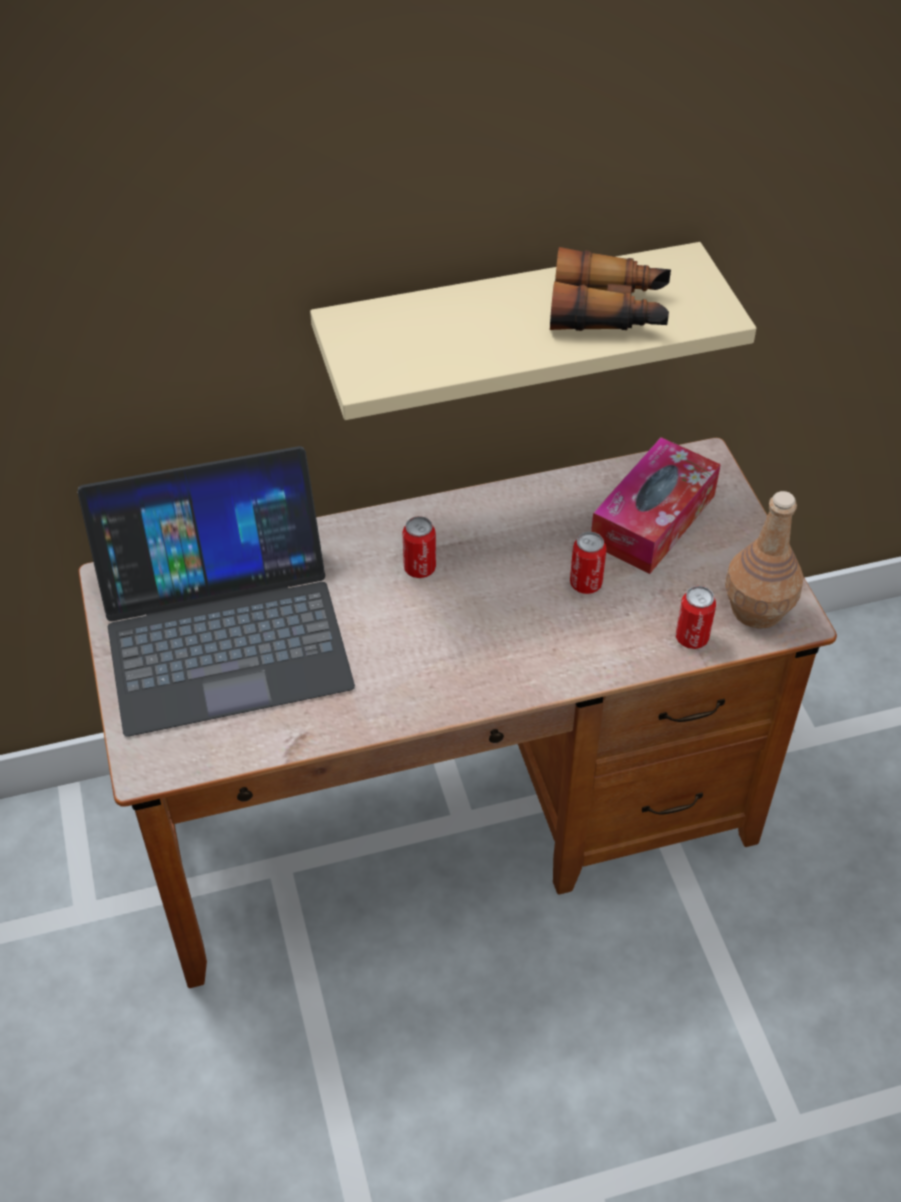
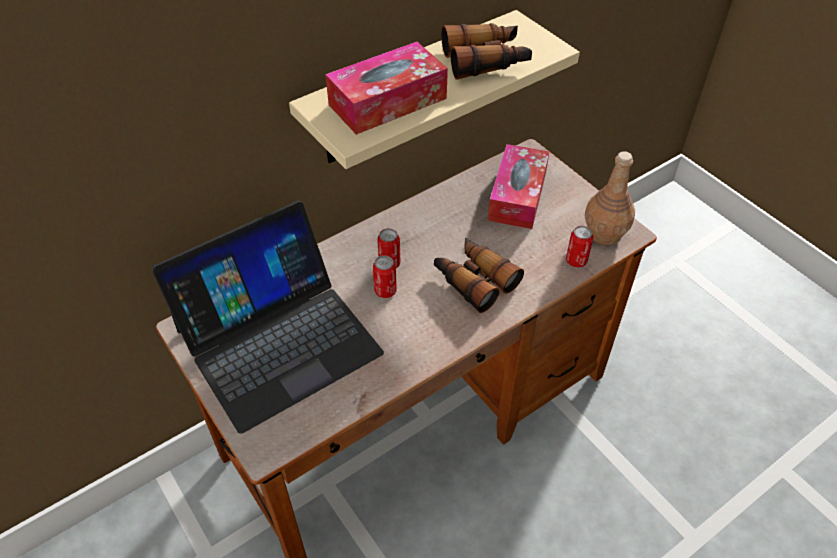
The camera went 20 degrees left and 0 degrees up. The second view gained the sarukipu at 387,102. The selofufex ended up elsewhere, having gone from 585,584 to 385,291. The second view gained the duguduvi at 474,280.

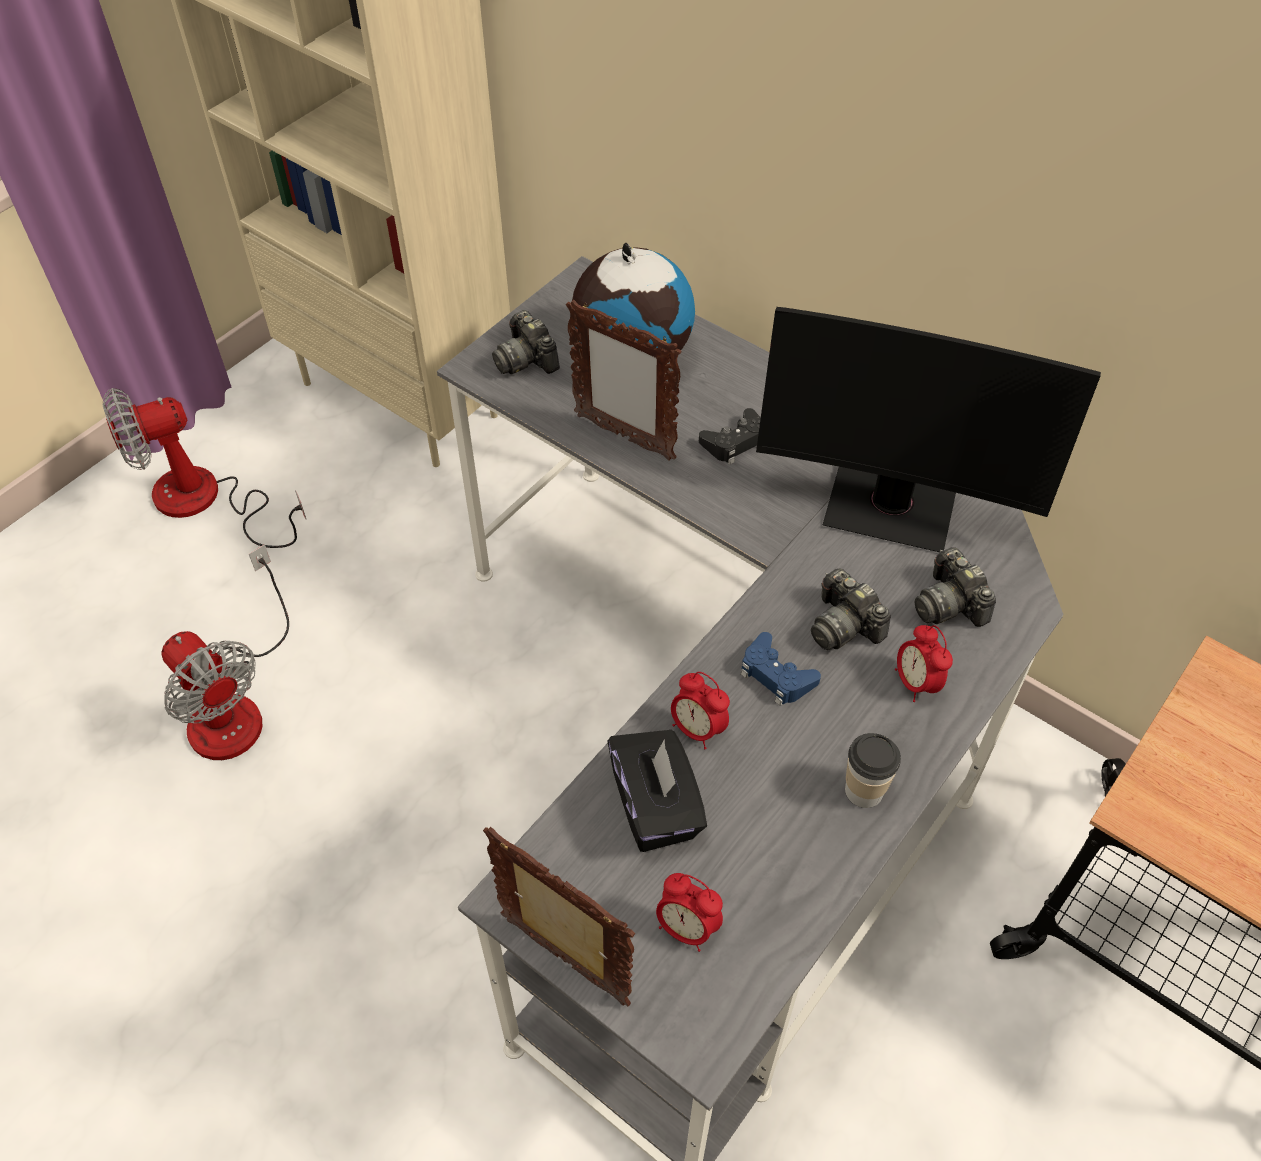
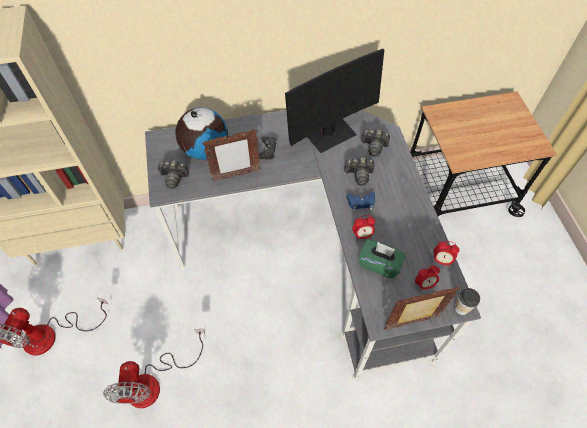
The camera went 50 degrees left and 5 degrees up. The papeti at 235,703 ended up facing another way, 90 degrees clockwise from before. What was the black_sarukipu at 656,806 turned into the green_sarukipu at 379,264. The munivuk ended up elsewhere, having gone from 916,682 to 441,260. The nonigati ended up elsewhere, having gone from 863,791 to 461,308.

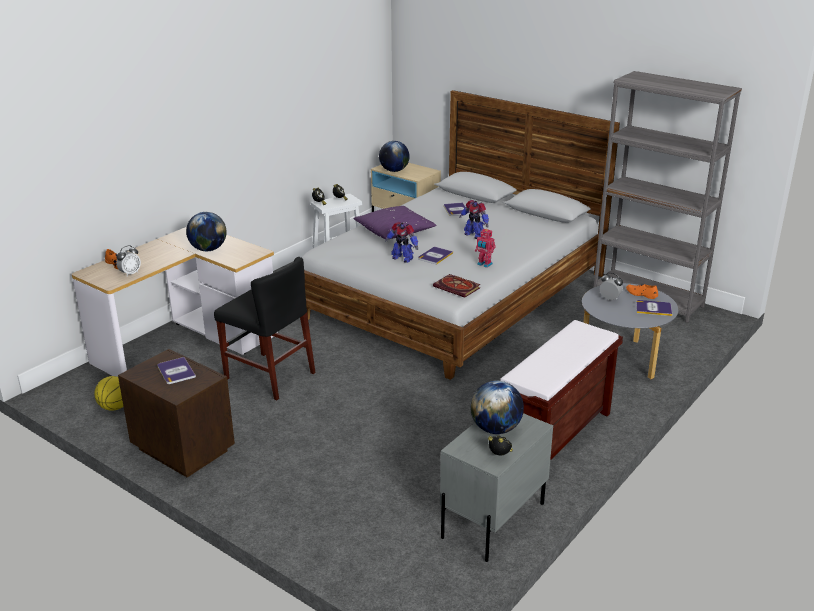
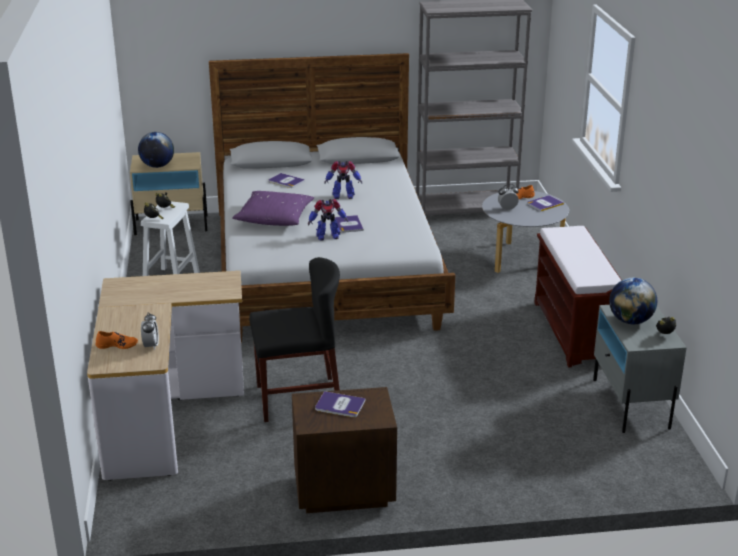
The camera went 45 degrees left and 0 degrees up. The second view lost the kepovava at 114,407. The second view lost the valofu at 208,249. The second view lost the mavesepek at 458,287. The second view lost the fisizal at 484,264.

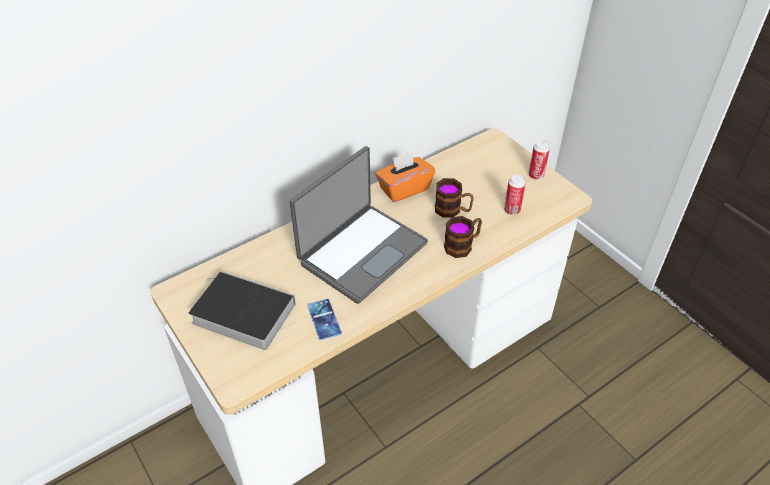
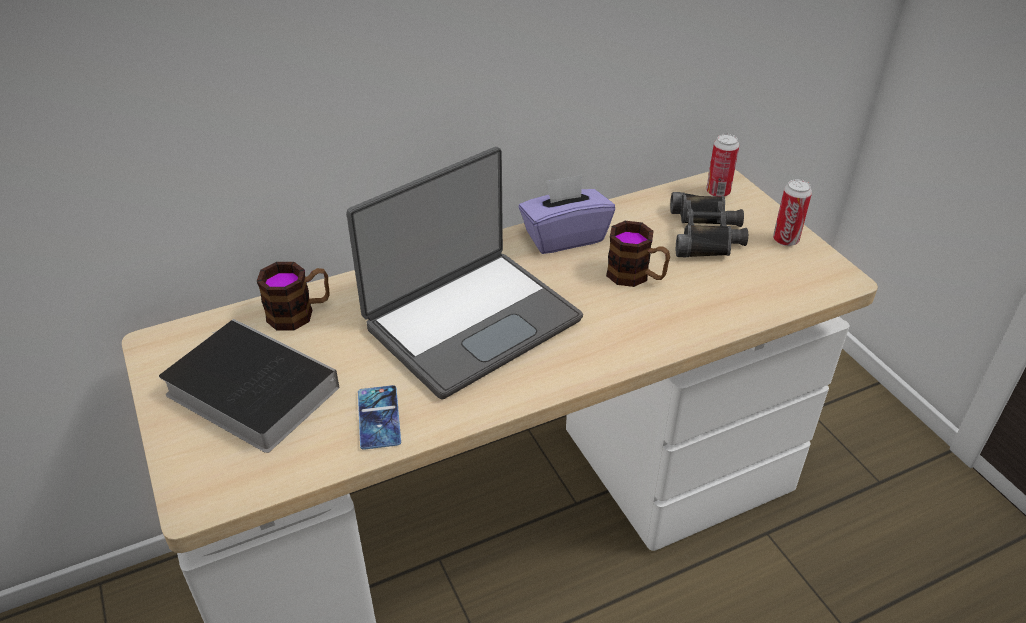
The camera went 10 degrees right and 5 degrees down. The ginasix ended up elsewhere, having gone from 462,245 to 300,313. What was the orange_sarukipu at 404,189 turned into the purple_sarukipu at 564,237. The second view gained the black_duguduvi at 706,233. The selofufex ended up elsewhere, having gone from 512,210 to 718,192.

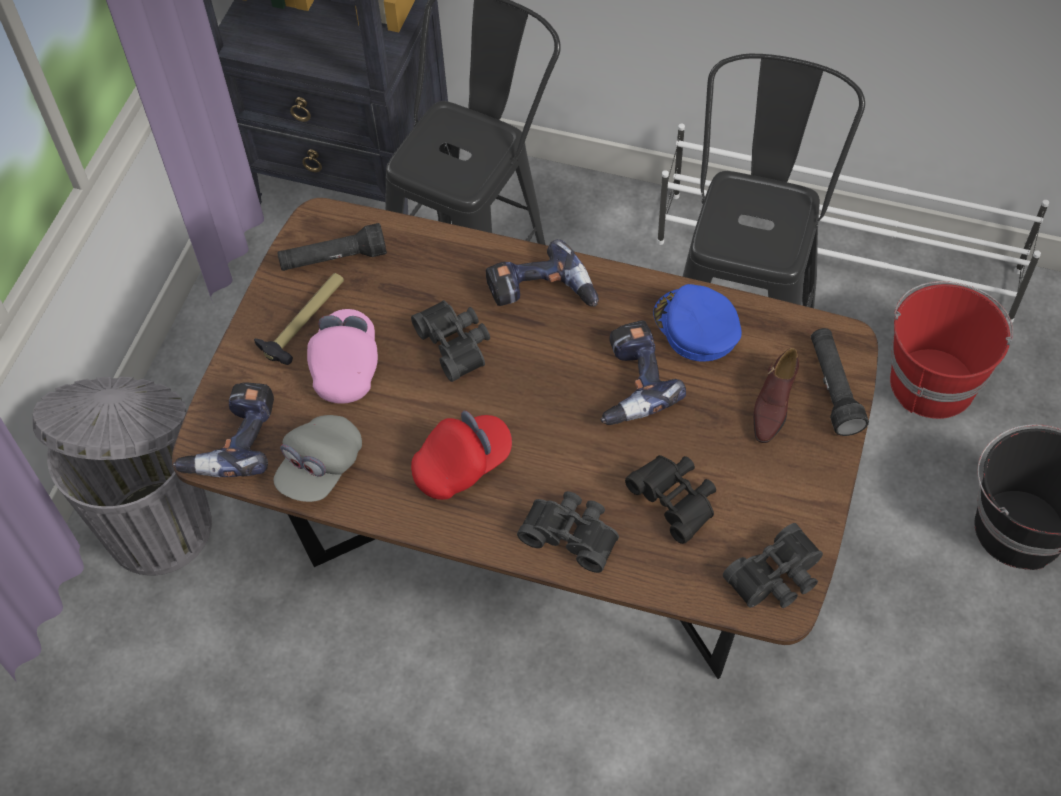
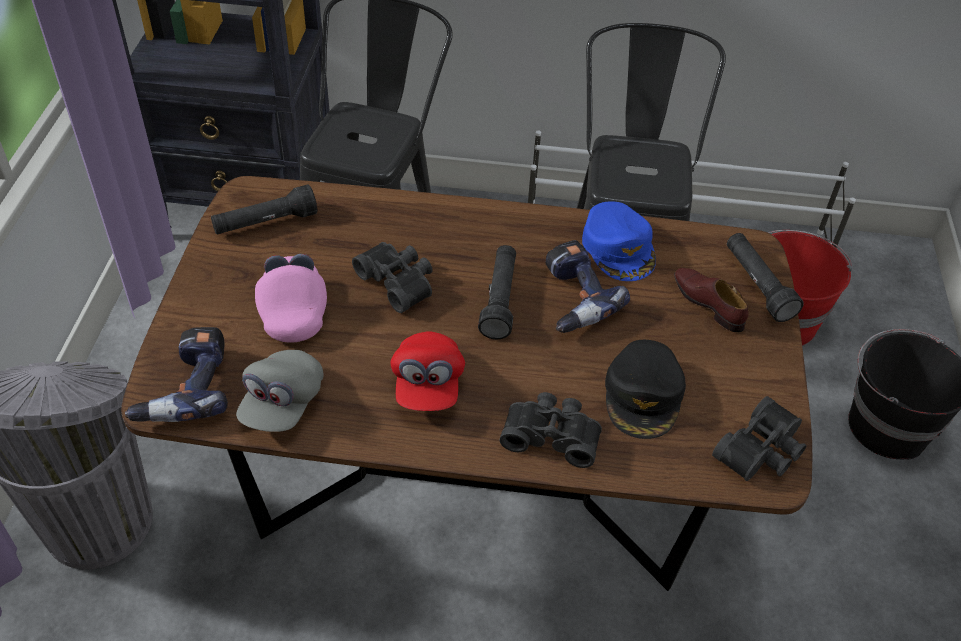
The camera went 15 degrees left and 10 degrees down. The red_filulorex at 462,465 ended up facing another way, 135 degrees clockwise from before. The second view gained the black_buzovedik at 500,300. The blue_filulorex at 696,327 ended up facing another way, 150 degrees counterclockwise from before. Where the black_duguduvi stood at 675,502, the black_filulorex came to stand at 644,395. The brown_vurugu at 773,405 ended up facing another way, 135 degrees clockwise from before. The second view lost the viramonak at 304,320. The second view lost the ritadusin at 541,294.

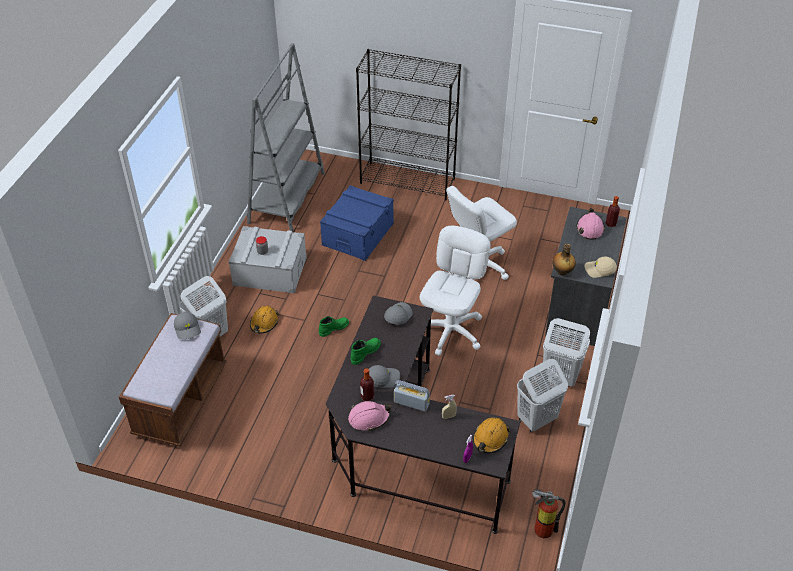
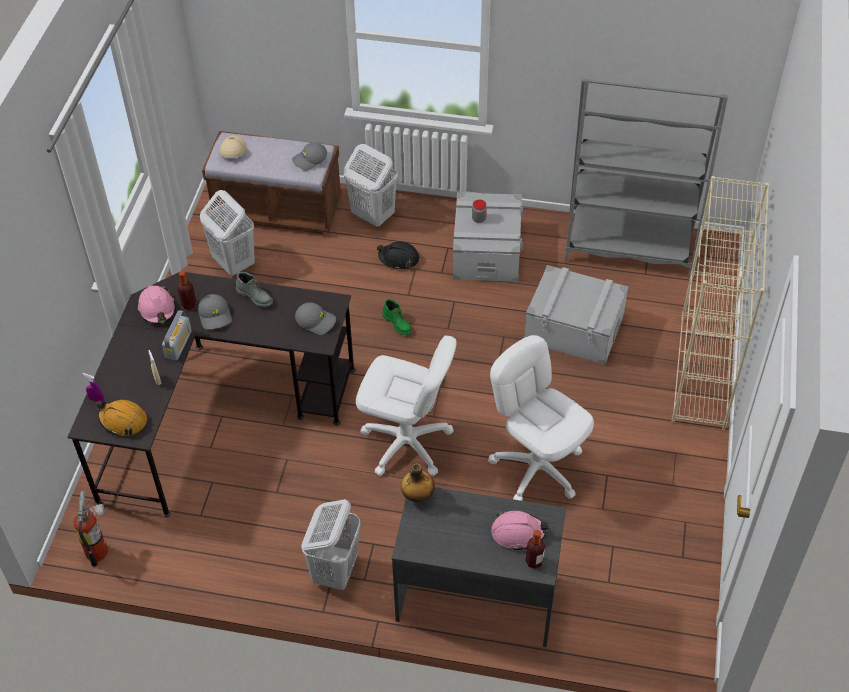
The camera went 85 degrees right and 5 degrees up. The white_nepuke ended up elsewhere, having gone from 536,419 to 233,263. The beige_filulorex ended up elsewhere, having gone from 599,270 to 232,150. What was the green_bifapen at 365,352 turned into the grey_bifapen at 255,296. What was the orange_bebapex at 264,323 turned into the black_bebapex at 398,259. What was the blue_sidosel at 358,234 turned into the grey_sidosel at 574,328. What was the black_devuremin at 408,181 turned into the beige_devuremin at 702,374.

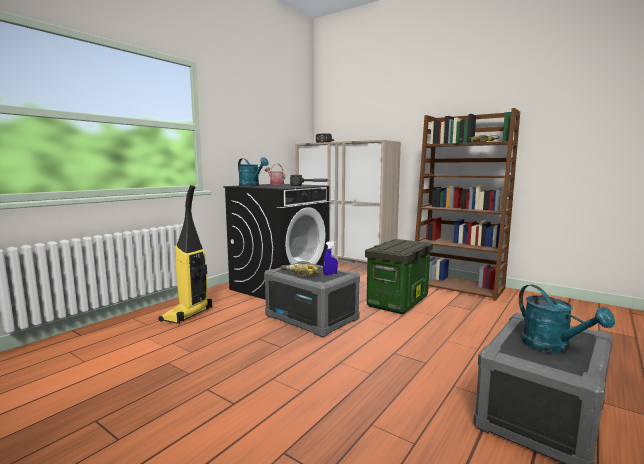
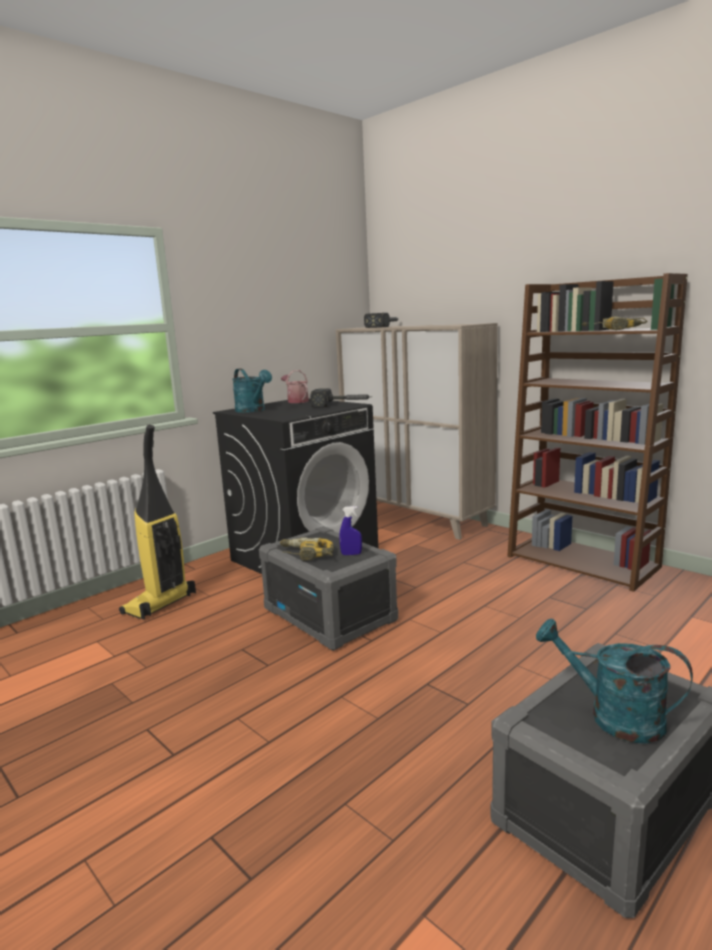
The camera went 10 degrees right and 5 degrees up. The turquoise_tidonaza at 552,347 ended up facing another way, 135 degrees clockwise from before. The second view lost the sidosel at 398,302.

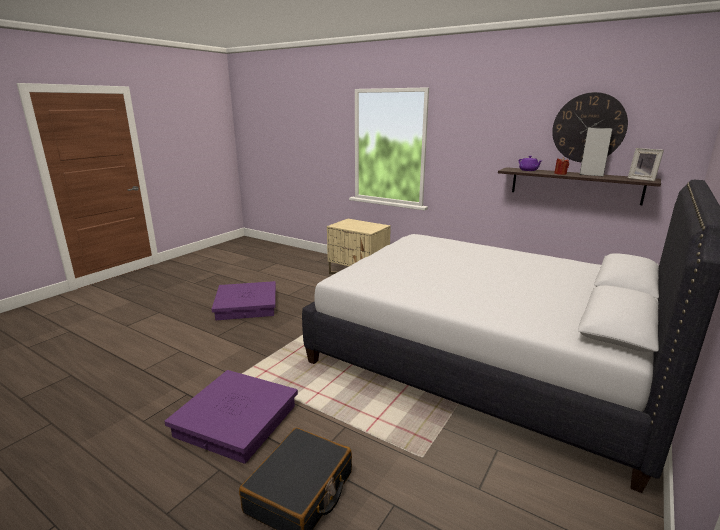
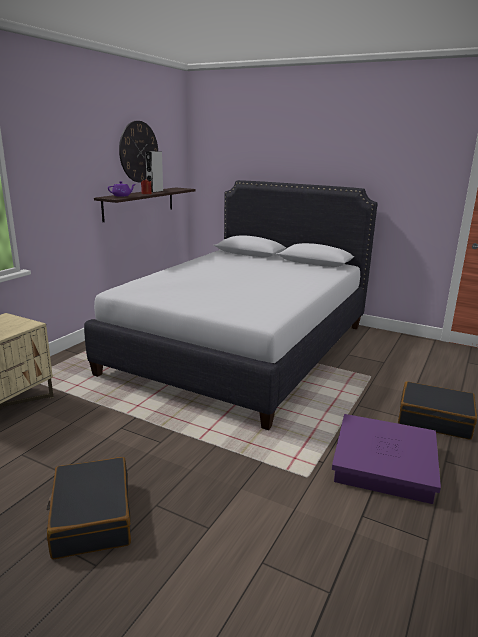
The camera went 95 degrees left and 0 degrees up. Where the purple_sidosel stood at 246,305, the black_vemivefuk came to stand at 91,517. The second view lost the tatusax at 642,179.

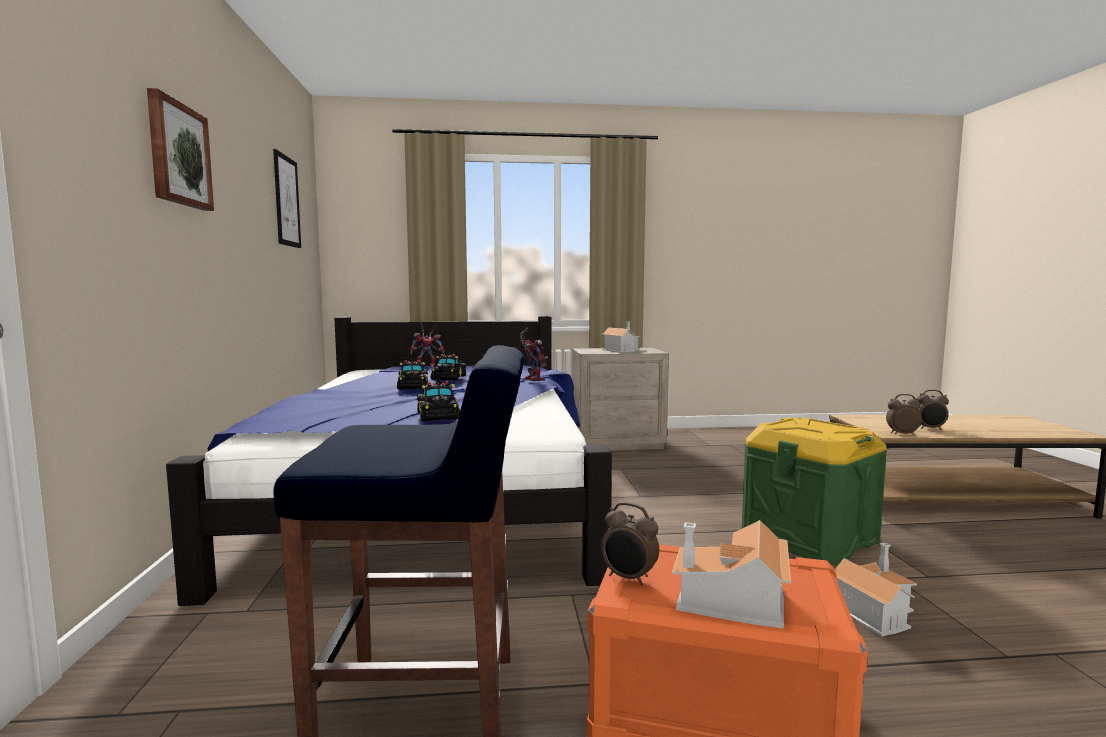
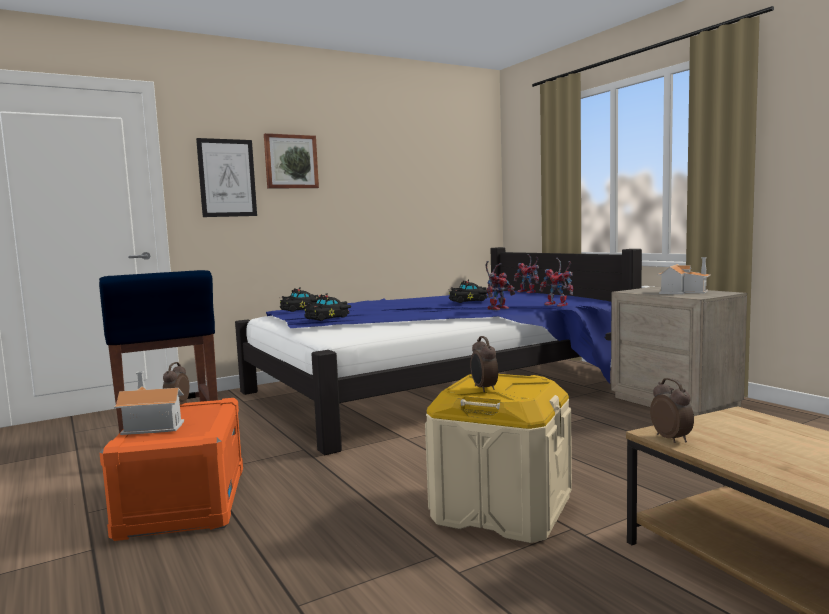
The camera went 65 degrees right and 0 degrees up. The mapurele ended up elsewhere, having gone from 287,201 to 227,178. The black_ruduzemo ended up elsewhere, having gone from 413,386 to 301,309. What was the green_sidosel at 808,537 turned into the beige_sidosel at 502,509. The munivuk ended up elsewhere, having gone from 930,428 to 483,389. The second view gained the fisizal at 559,305. The second view lost the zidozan at 873,610.

